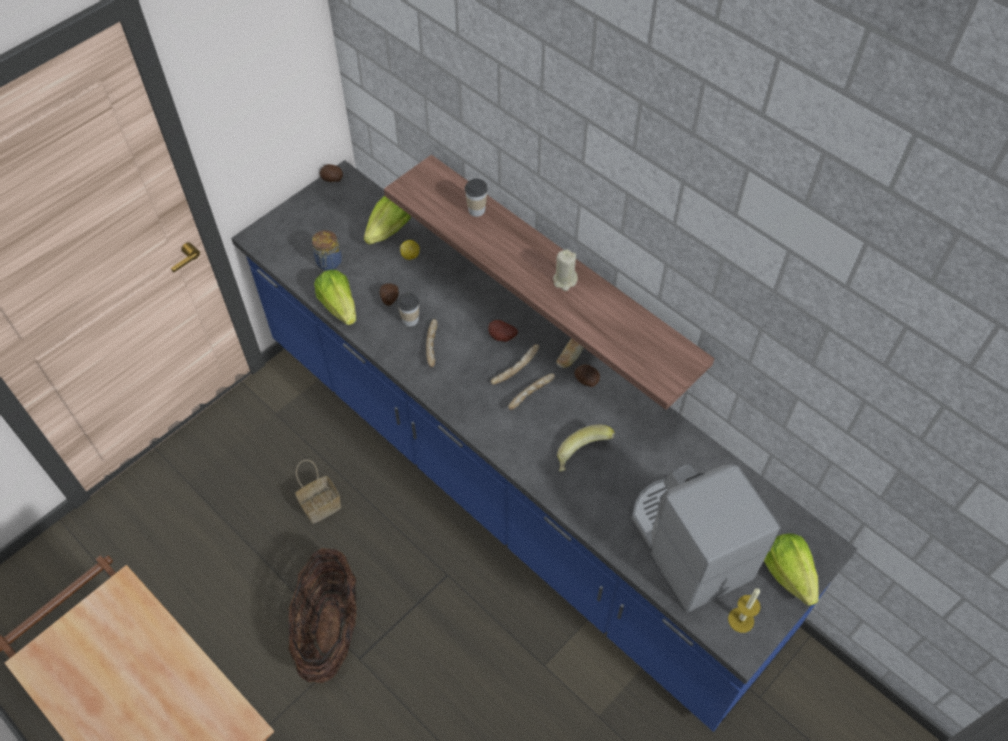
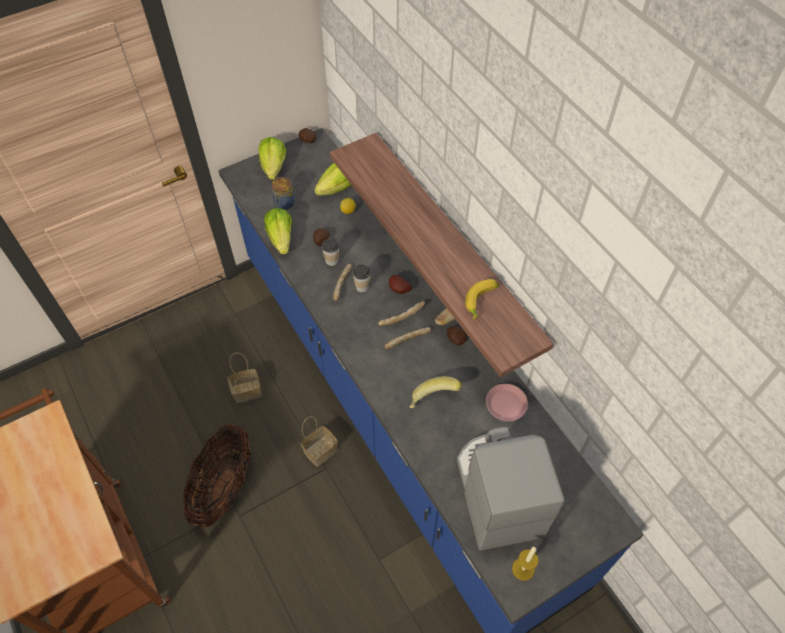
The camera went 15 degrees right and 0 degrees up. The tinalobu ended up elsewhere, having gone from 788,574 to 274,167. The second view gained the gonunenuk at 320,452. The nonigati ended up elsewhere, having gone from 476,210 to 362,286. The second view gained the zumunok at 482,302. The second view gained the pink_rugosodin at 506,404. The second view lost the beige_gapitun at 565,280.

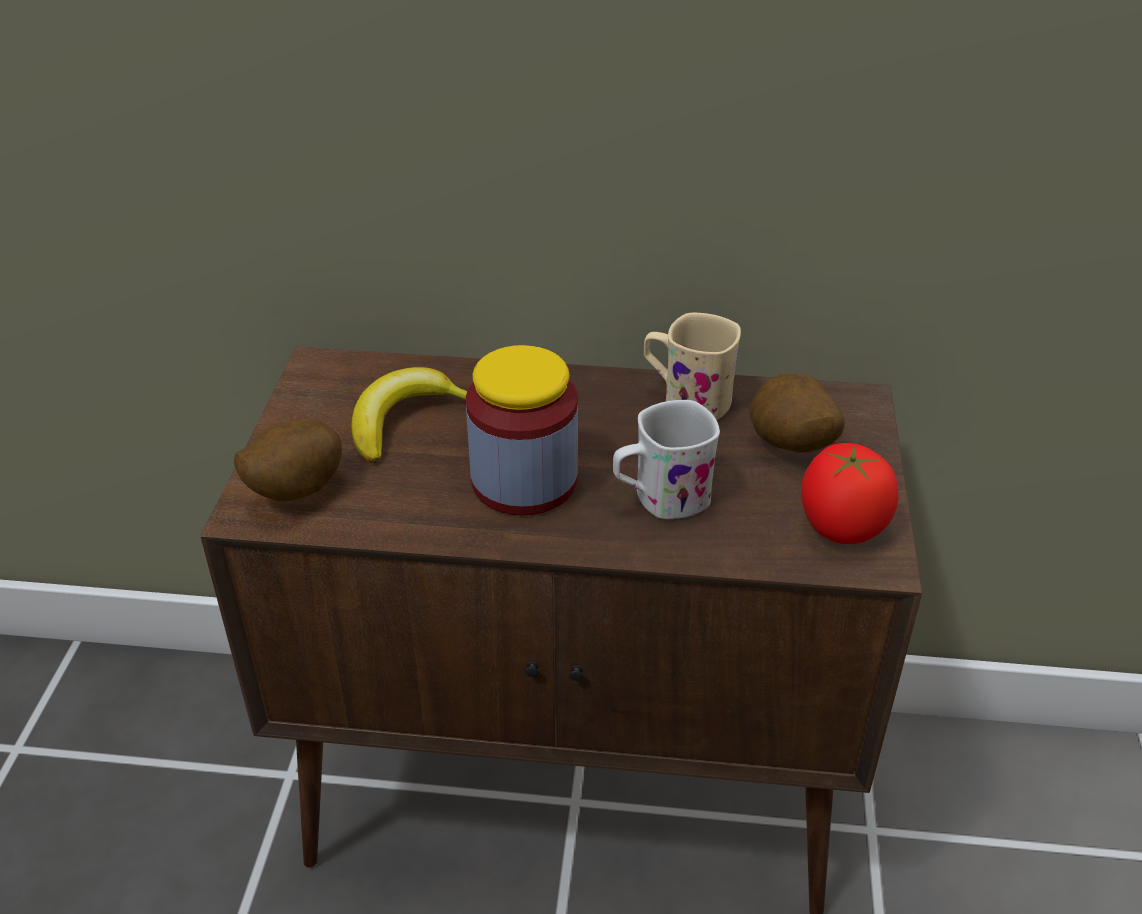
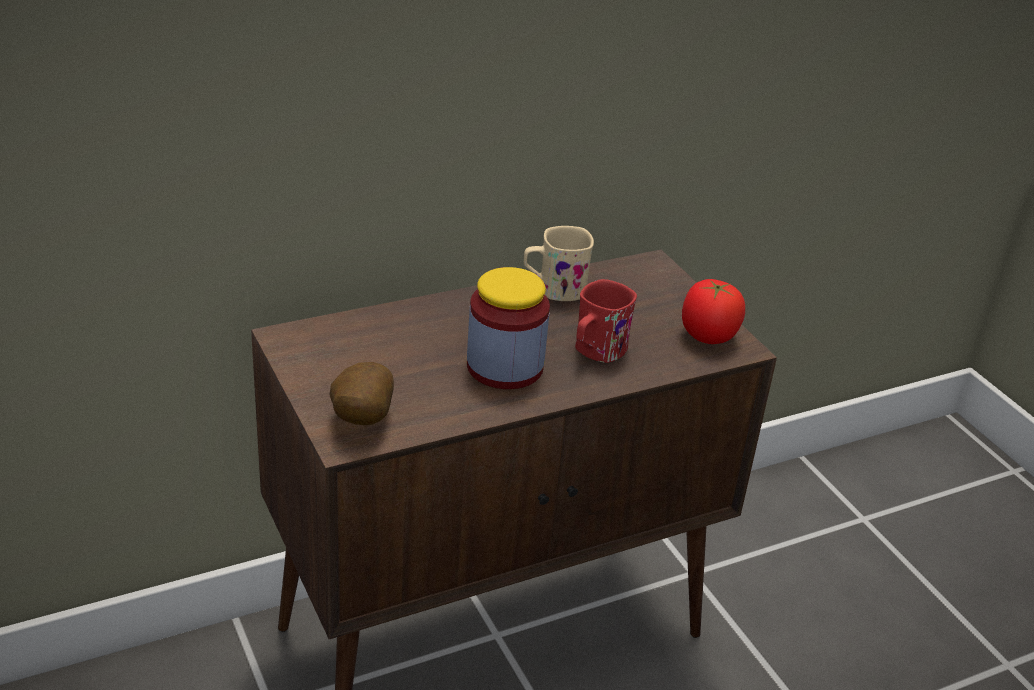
The camera went 35 degrees left and 5 degrees down. What was the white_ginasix at 660,499 turned into the red_ginasix at 595,352. The second view lost the zumunok at 403,421. The second view lost the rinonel at 789,448.

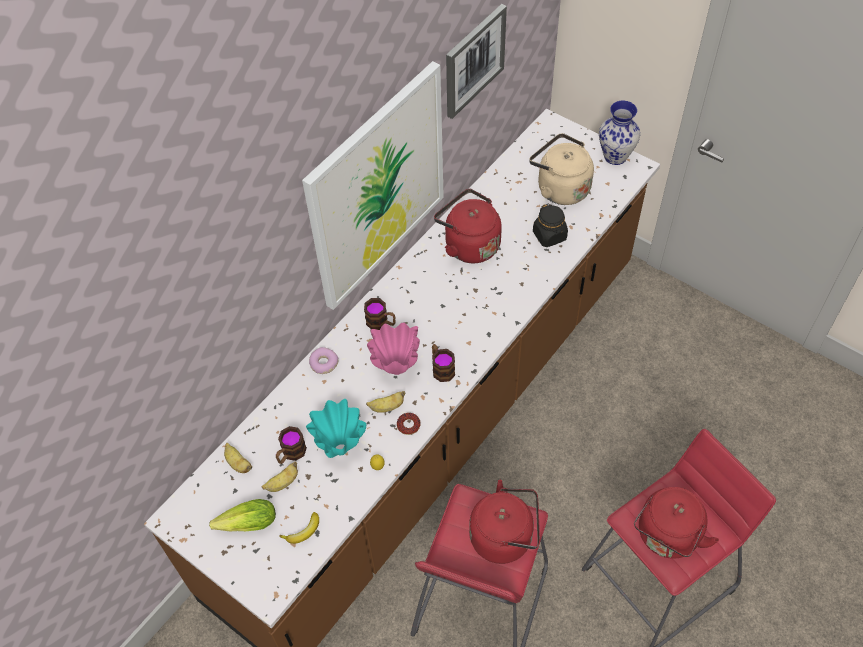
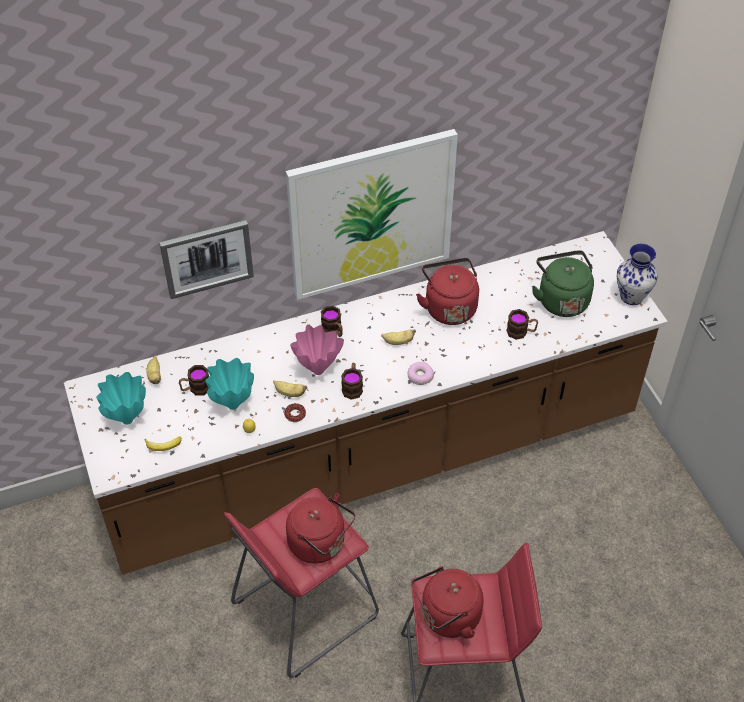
The camera went 30 degrees right and 5 degrees down. Where the tinalobu stood at 245,524, the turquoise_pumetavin came to stand at 128,419. The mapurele ended up elsewhere, having gone from 473,60 to 207,258. The zumunok ended up elsewhere, having gone from 282,483 to 398,342. The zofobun ended up elsewhere, having gone from 323,364 to 420,376. Where the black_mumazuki stood at 549,236, the ginasix came to stand at 521,332. What was the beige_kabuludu at 560,188 turned into the green_kabuludu at 561,299.

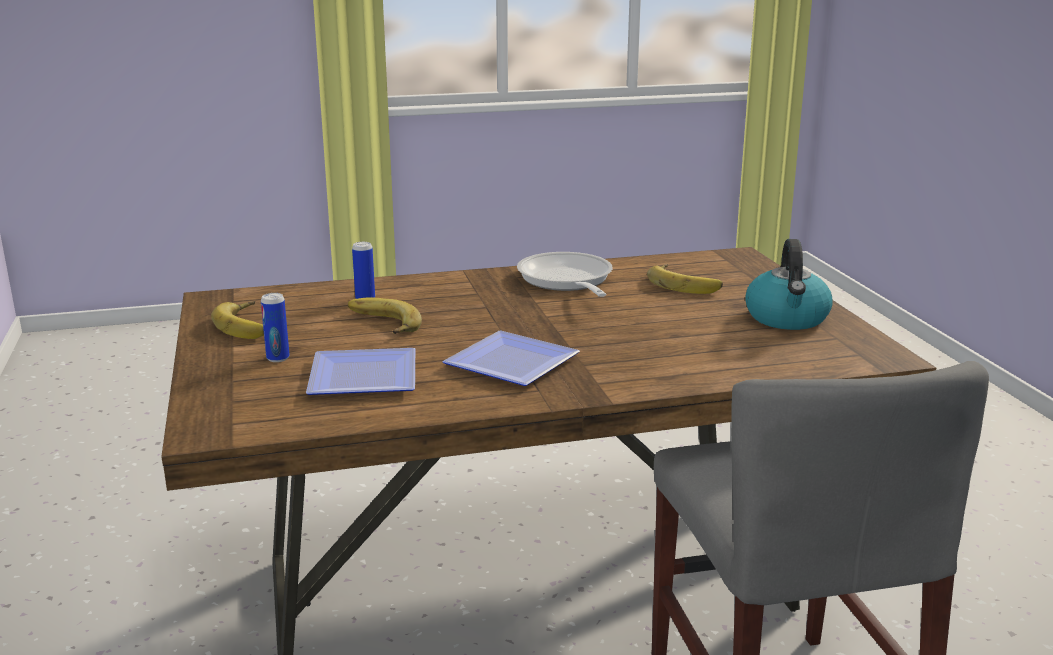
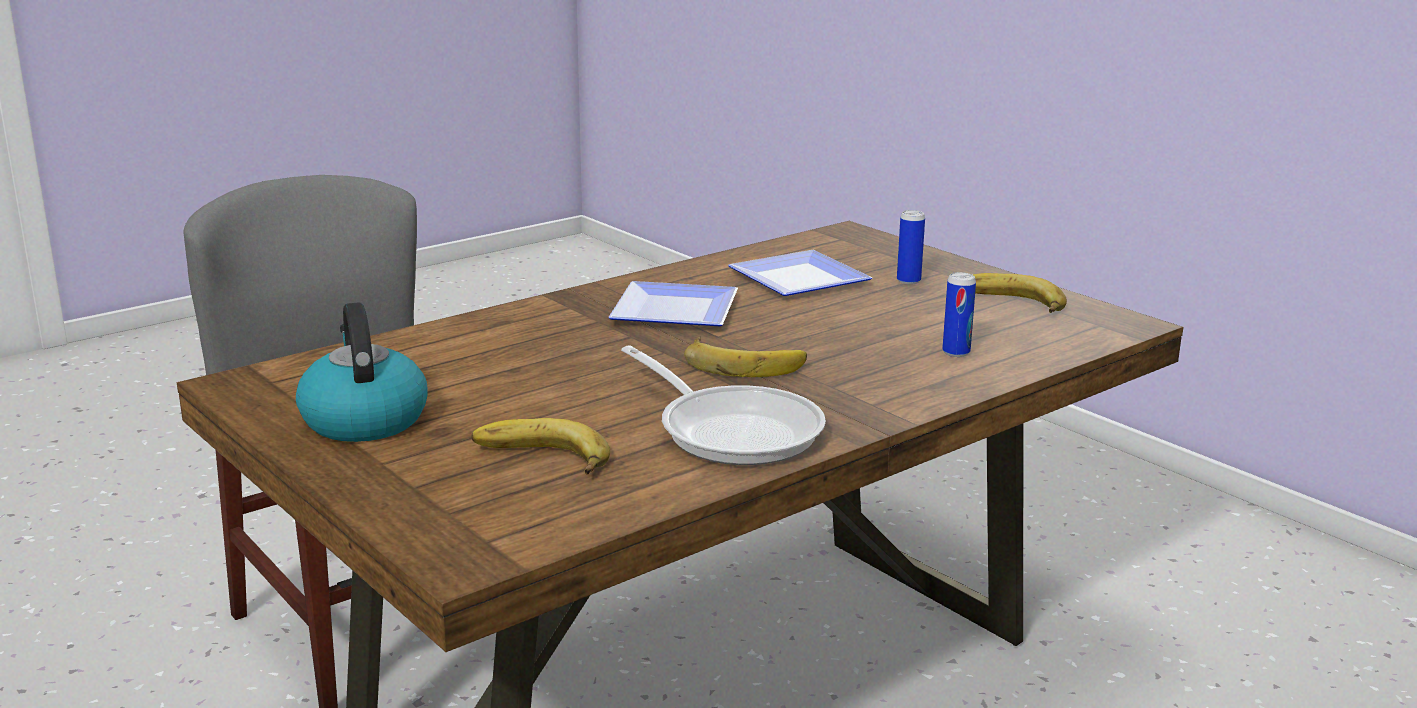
The camera went 155 degrees right and 0 degrees up. The zumunok ended up elsewhere, having gone from 380,323 to 744,363.

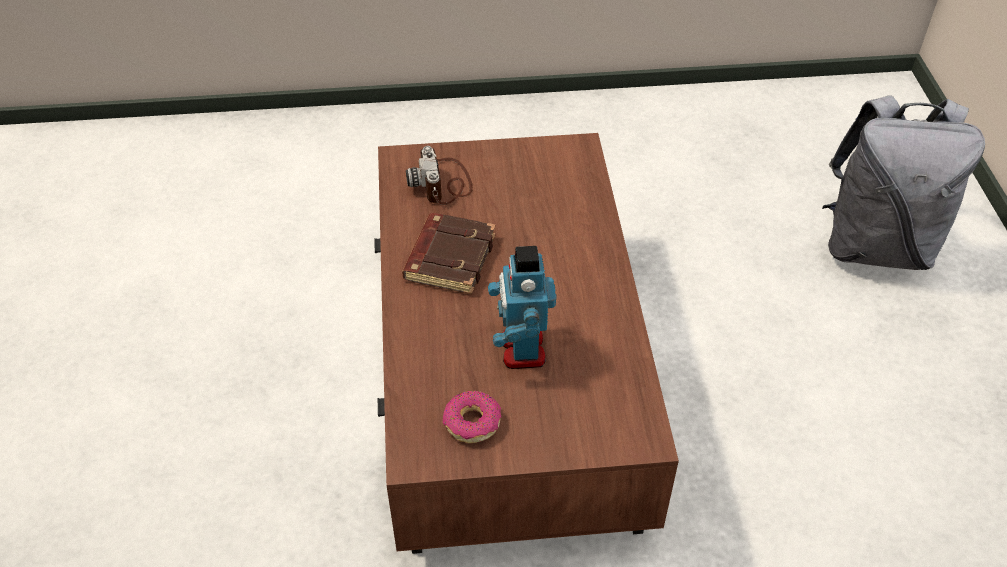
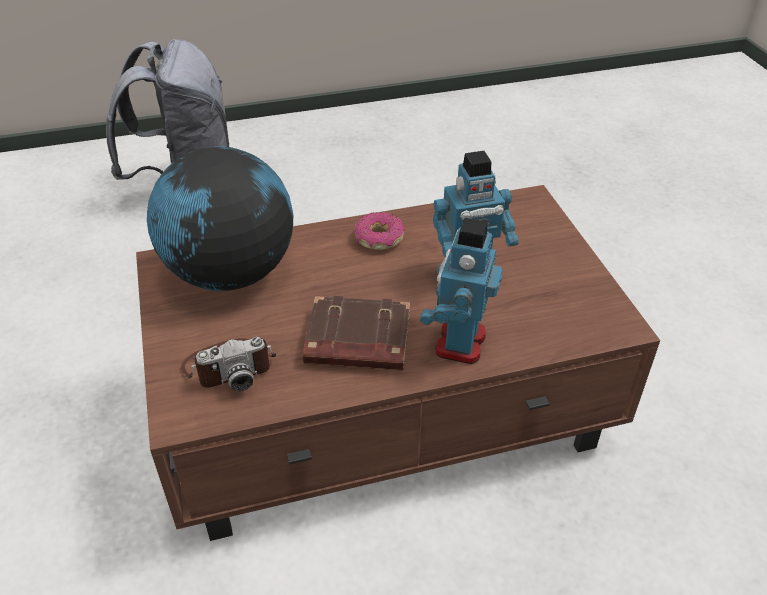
The camera went 100 degrees left and 5 degrees down. The second view gained the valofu at 230,273. The zofobun ended up elsewhere, having gone from 472,422 to 378,238. The second view gained the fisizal at 459,343.

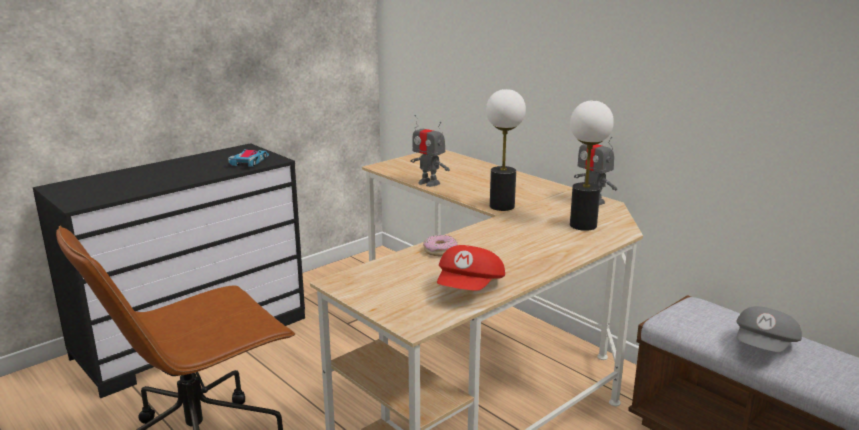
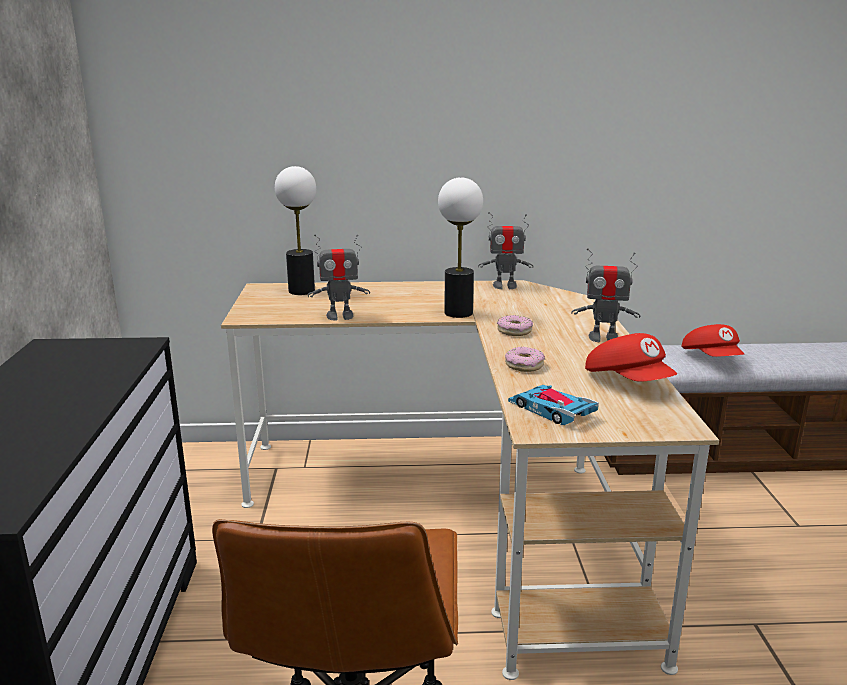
The camera went 50 degrees left and 0 degrees up. The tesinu ended up elsewhere, having gone from 583,225 to 302,291. The second view gained the zofobun at 514,331. The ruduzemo ended up elsewhere, having gone from 249,161 to 551,410. The second view gained the fisizal at 603,338. What was the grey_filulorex at 765,347 turned into the red_filulorex at 712,358.

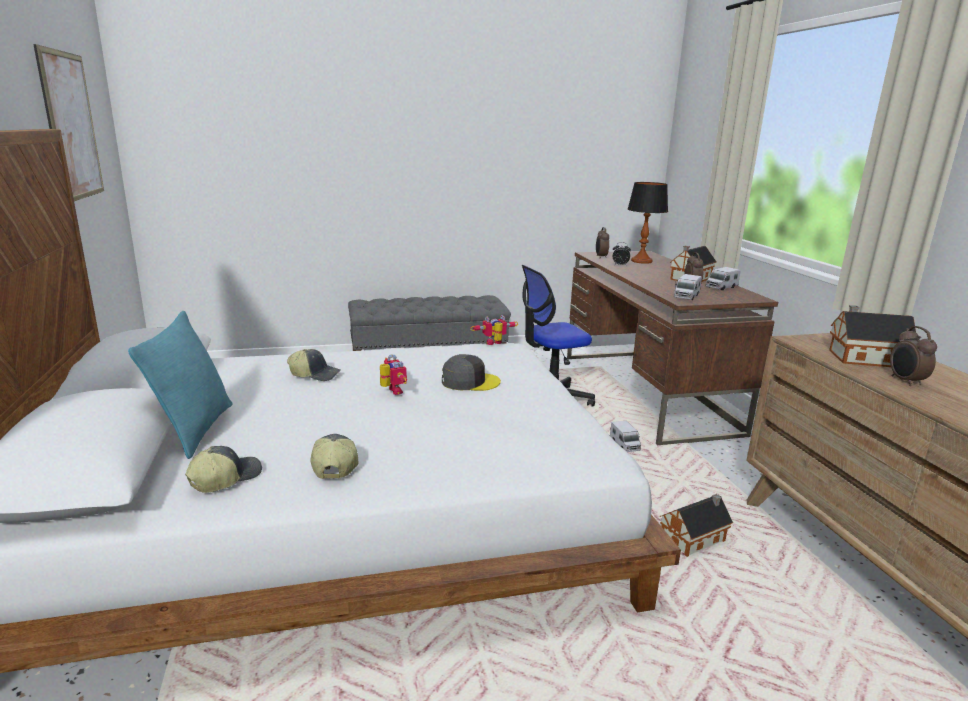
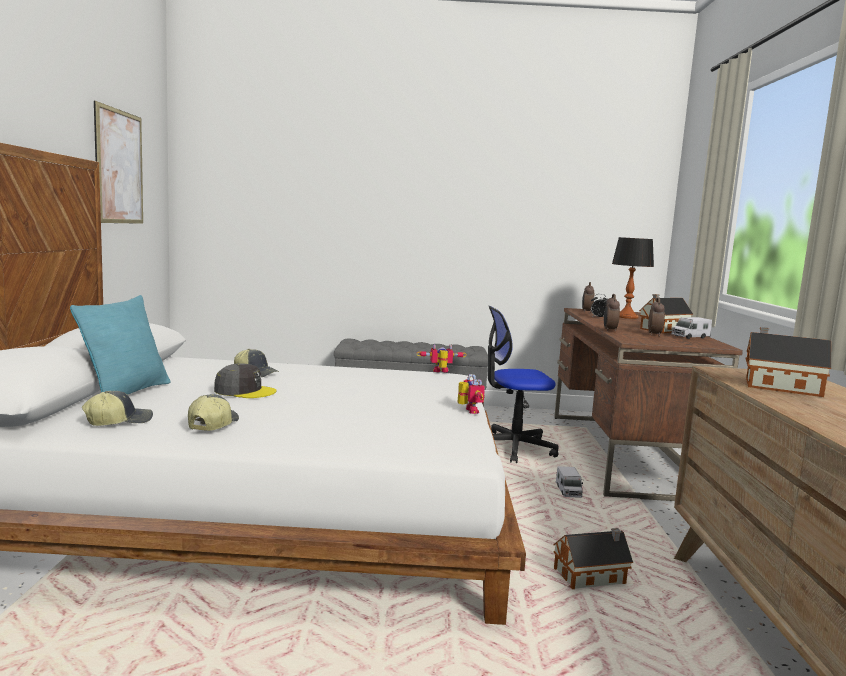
The camera went 15 degrees right and 10 degrees down. The grey_filulorex ended up elsewhere, having gone from 469,381 to 244,391. The fisizal ended up elsewhere, having gone from 392,391 to 468,411. The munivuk ended up elsewhere, having gone from 905,381 to 609,330. The second view lost the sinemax at 686,296.

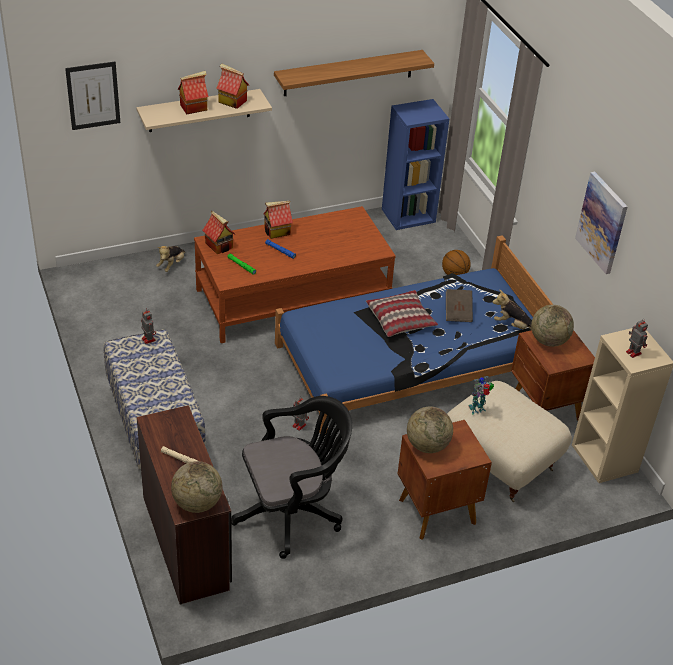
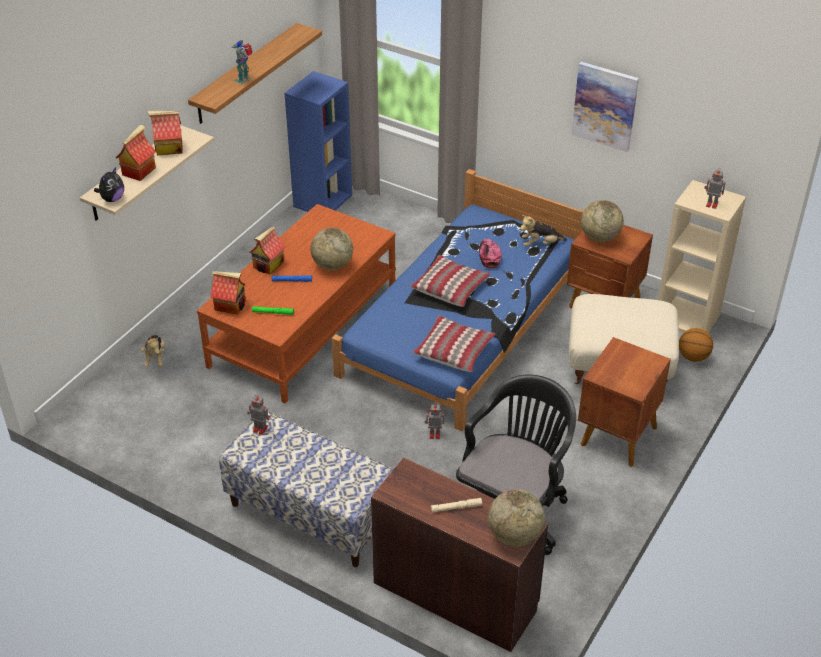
The camera went 35 degrees left and 0 degrees up. The second view gained the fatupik at 112,199. The fisizal ended up elsewhere, having gone from 478,409 to 244,80. The valofu ended up elsewhere, having gone from 427,445 to 332,265. The second view gained the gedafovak at 453,350. Where the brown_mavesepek stood at 458,312, the filulorex came to stand at 489,256. The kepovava ended up elsewhere, having gone from 454,274 to 693,357. The second view lost the mapurele at 93,95.

